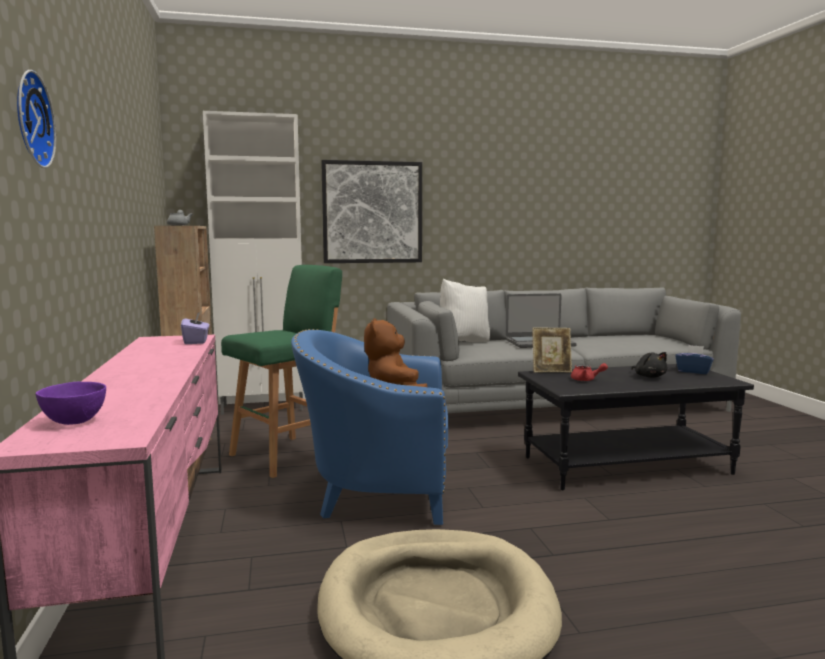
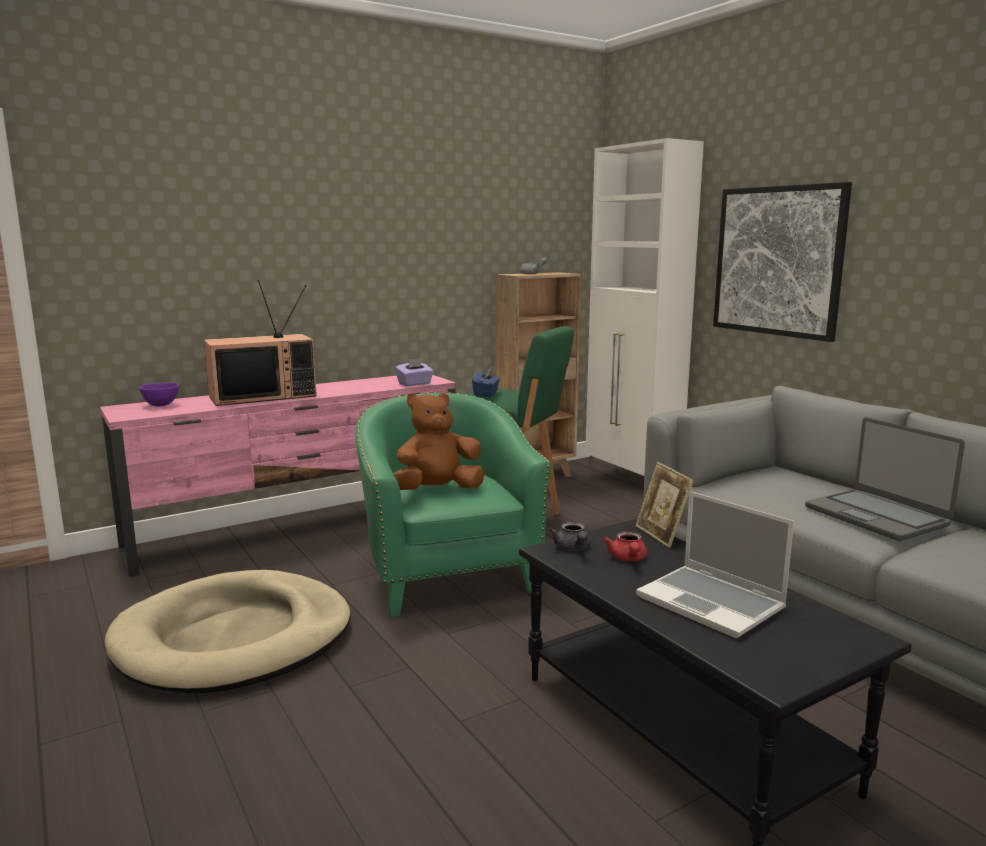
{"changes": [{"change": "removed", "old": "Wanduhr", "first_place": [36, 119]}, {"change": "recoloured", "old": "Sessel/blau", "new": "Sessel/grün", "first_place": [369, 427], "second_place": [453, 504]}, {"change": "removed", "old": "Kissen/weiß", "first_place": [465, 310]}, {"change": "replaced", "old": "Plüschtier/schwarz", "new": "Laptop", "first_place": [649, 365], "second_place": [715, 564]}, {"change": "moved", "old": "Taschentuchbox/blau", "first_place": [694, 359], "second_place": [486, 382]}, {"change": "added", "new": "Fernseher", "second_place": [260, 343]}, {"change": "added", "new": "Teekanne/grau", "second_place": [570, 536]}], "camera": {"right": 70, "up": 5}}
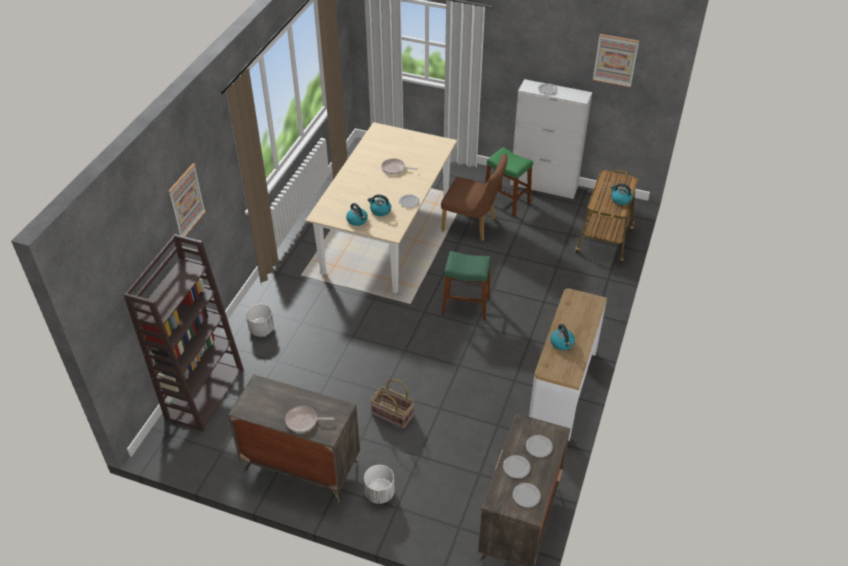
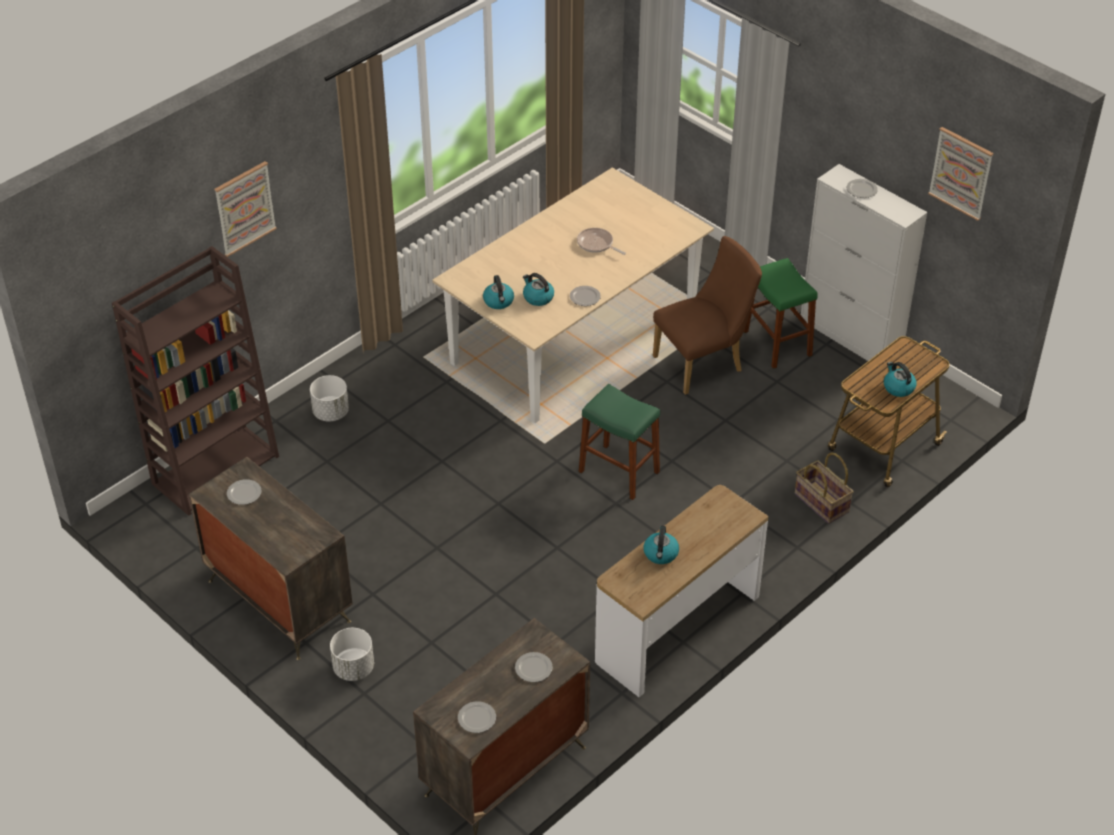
{"changes": [{"change": "removed", "old": "Pfanne", "first_place": [309, 419]}, {"change": "moved", "old": "Korb", "first_place": [392, 404], "second_place": [824, 488]}, {"change": "turned", "old": "Stuhl/braun", "first_place": [474, 197], "second_place": [707, 315], "degrees": -75}, {"change": "moved", "old": "Teller", "first_place": [516, 466], "second_place": [244, 492]}], "camera": {"right": 25, "up": 0}}
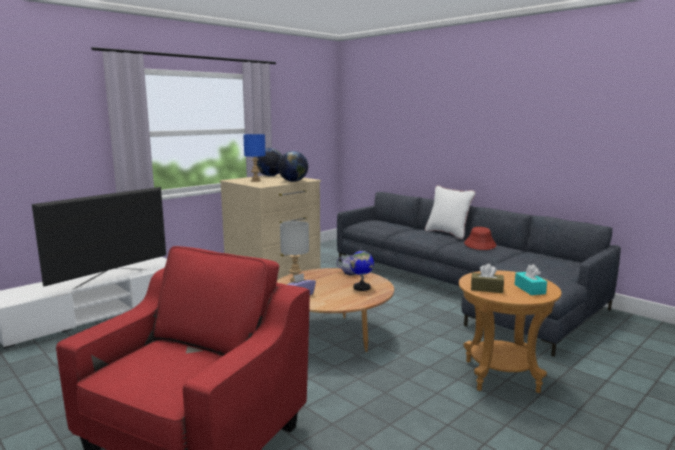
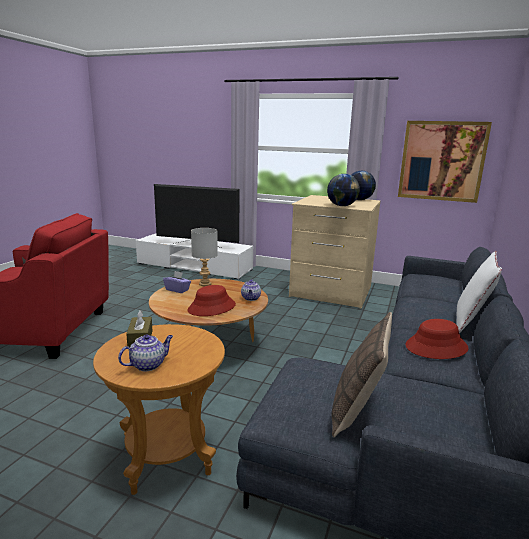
{"changes": [{"change": "removed", "old": "Tischlampe/blau", "first_place": [254, 158]}, {"change": "replaced", "old": "Globus", "new": "Hut/rot", "first_place": [362, 269], "second_place": [212, 300]}, {"change": "replaced", "old": "Taschentuchbox/türkis", "new": "Teekanne", "first_place": [531, 279], "second_place": [145, 352]}, {"change": "added", "new": "Kissen", "second_place": [362, 375]}, {"change": "added", "new": "Bild", "second_place": [445, 162]}], "camera": {"right": 65, "up": 5}}
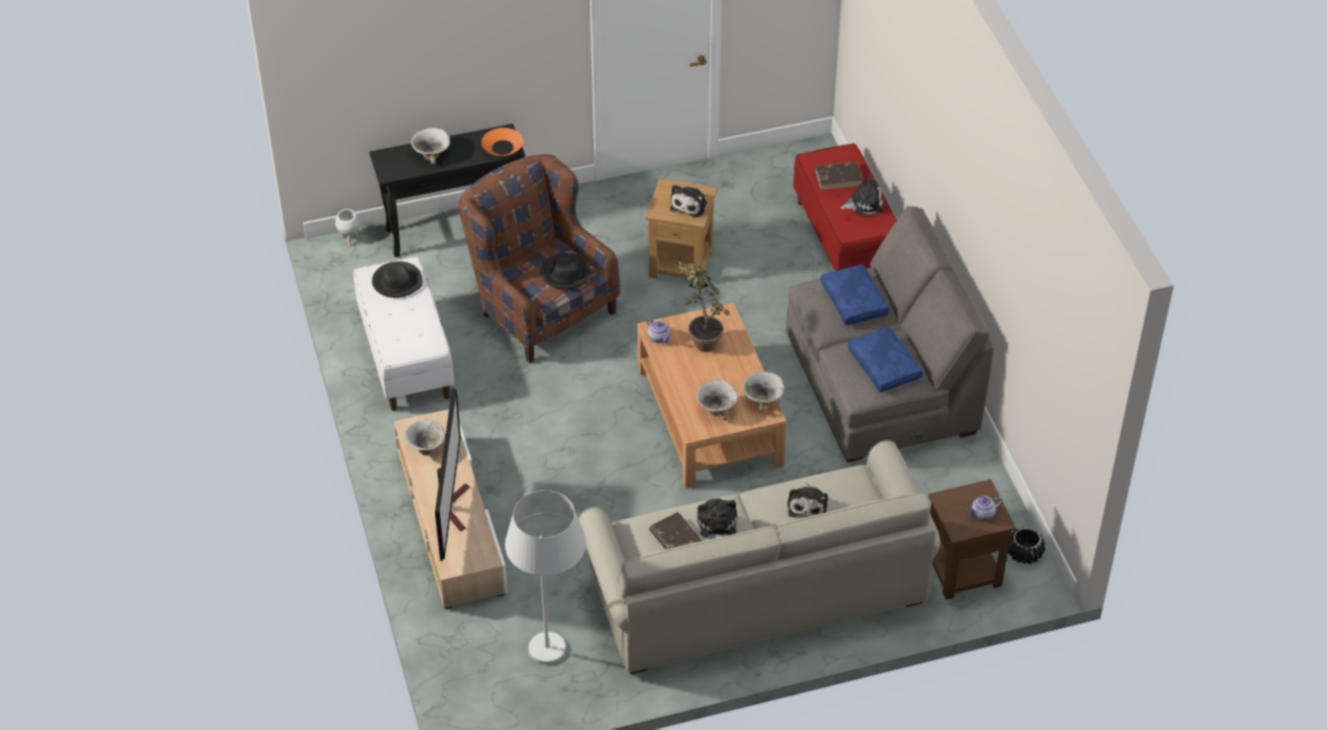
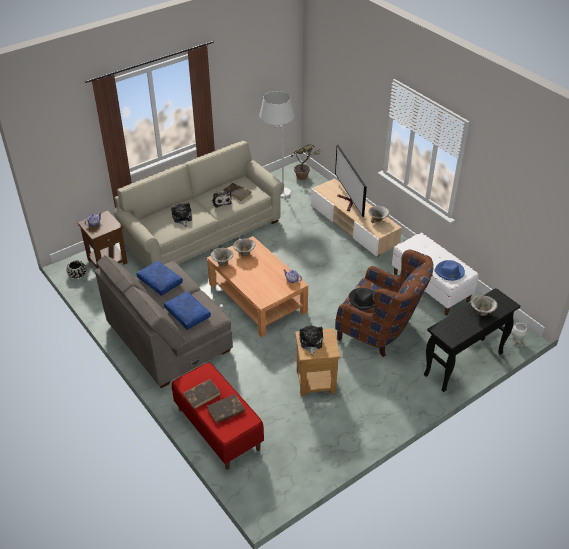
{"changes": [{"change": "recoloured", "old": "Hut/schwarz", "new": "Hut/blau", "first_place": [397, 279], "second_place": [449, 270]}, {"change": "removed", "old": "Schüssel/orange", "first_place": [502, 142]}, {"change": "moved", "old": "Topfpflanze", "first_place": [703, 303], "second_place": [305, 162]}, {"change": "replaced", "old": "Plüschtier", "new": "Buch/braun", "first_place": [861, 195], "second_place": [202, 394]}], "camera": {"right": 160, "up": -5}}
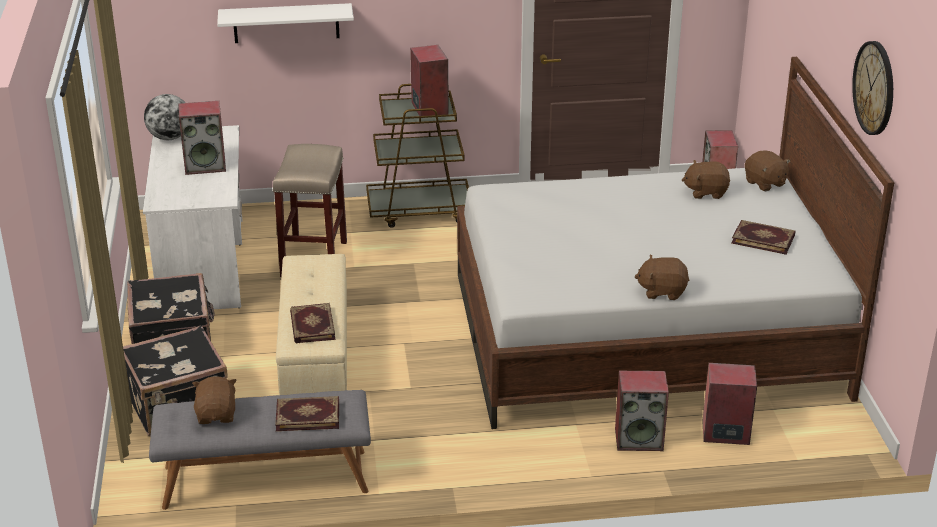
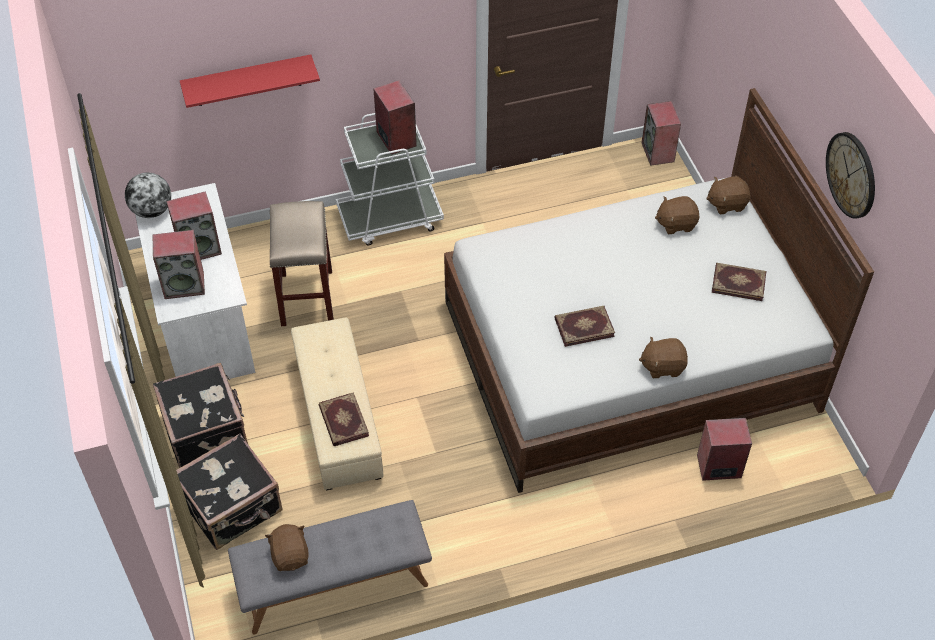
{"changes": [{"change": "recoloured", "old": "Wandregal/weiß", "new": "Wandregal/rot", "first_place": [285, 23], "second_place": [250, 81]}, {"change": "moved", "old": "Buch", "first_place": [307, 413], "second_place": [585, 326]}, {"change": "recoloured", "old": "Rollwagen/braun", "new": "Rollwagen/weiß", "first_place": [417, 156], "second_place": [390, 179]}, {"change": "moved", "old": "Lautsprecher", "first_place": [642, 411], "second_place": [179, 264]}, {"change": "turned", "old": "Plüschtier/braun", "first_place": [768, 170], "second_place": [728, 195], "degrees": 120}], "camera": {"right": -10, "up": 20}}
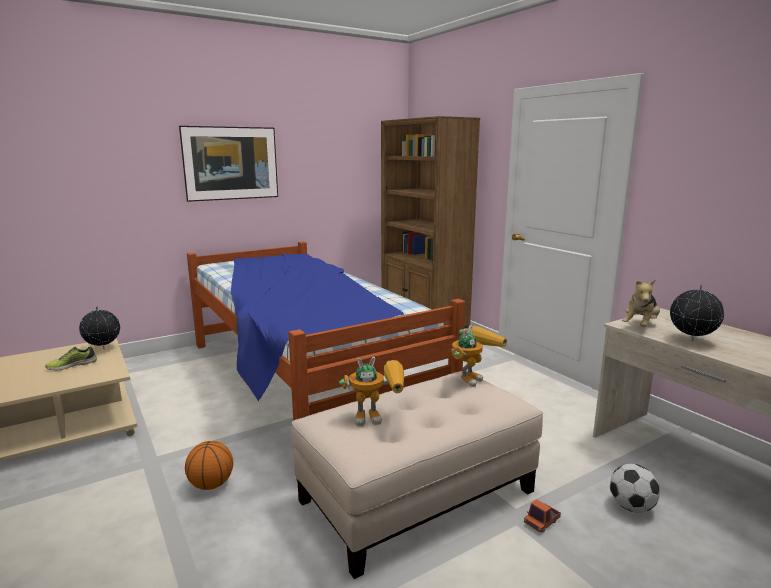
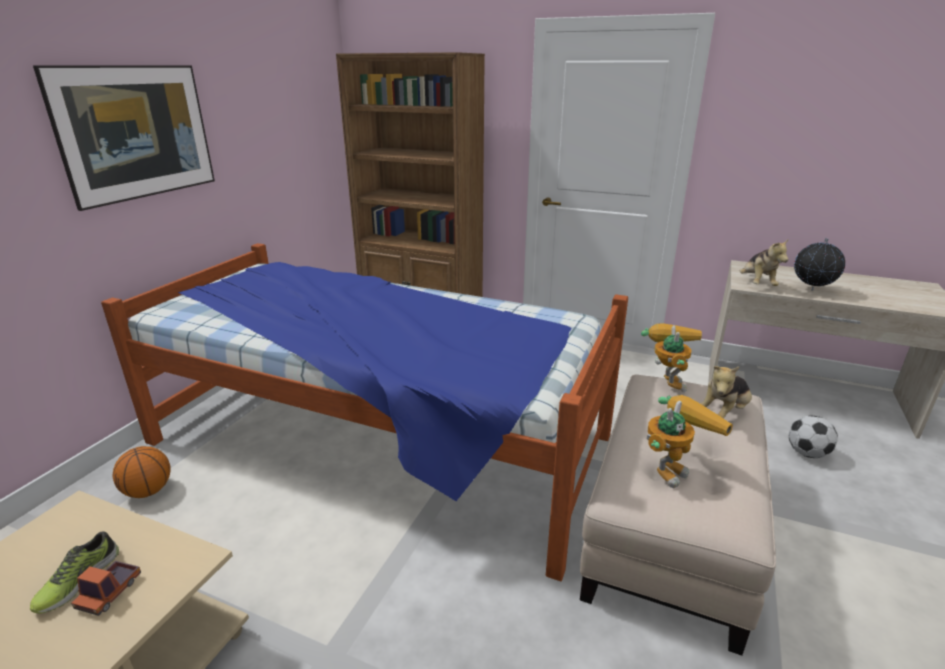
{"changes": [{"change": "removed", "old": "Globus", "first_place": [99, 327]}, {"change": "moved", "old": "Basketball", "first_place": [209, 465], "second_place": [141, 472]}, {"change": "moved", "old": "Spielzeuglaster", "first_place": [542, 516], "second_place": [106, 588]}, {"change": "added", "new": "Plüschtier", "second_place": [726, 392]}], "camera": {"right": -35, "up": 10}}
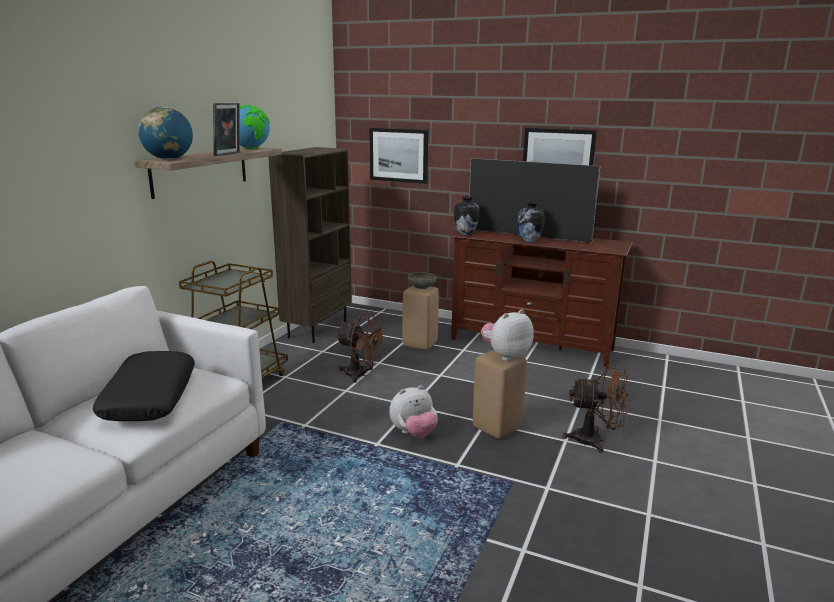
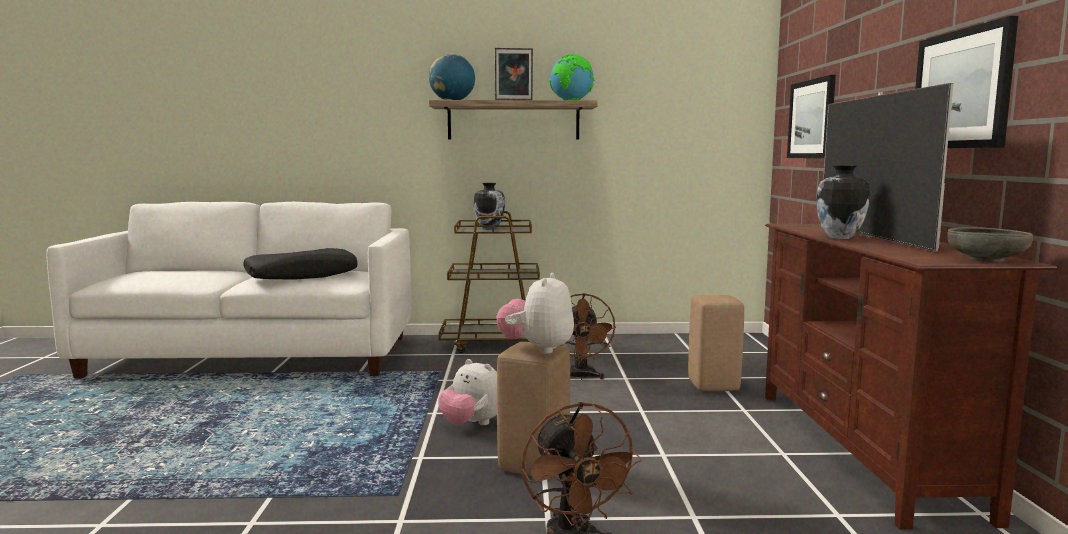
{"changes": [{"change": "removed", "old": "Bücherregal/braun", "first_place": [310, 245]}, {"change": "moved", "old": "Schüssel/grau", "first_place": [422, 280], "second_place": [990, 244]}, {"change": "moved", "old": "Vase", "first_place": [466, 215], "second_place": [489, 206]}, {"change": "turned", "old": "Plüschtier", "first_place": [507, 335], "second_place": [535, 313], "degrees": -105}], "camera": {"right": 65, "up": -10}}
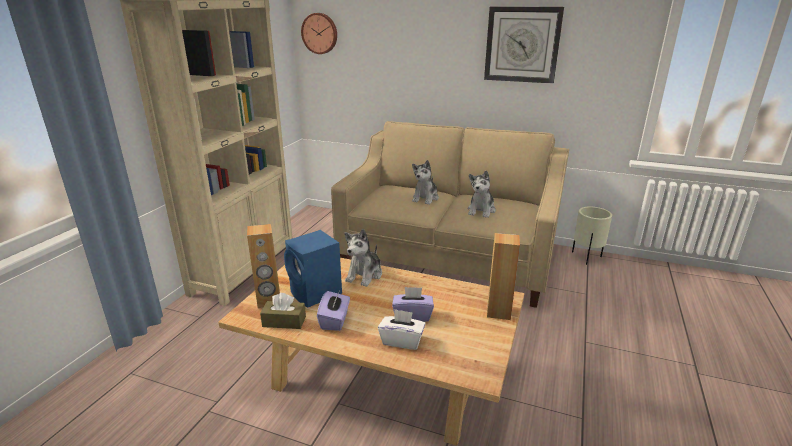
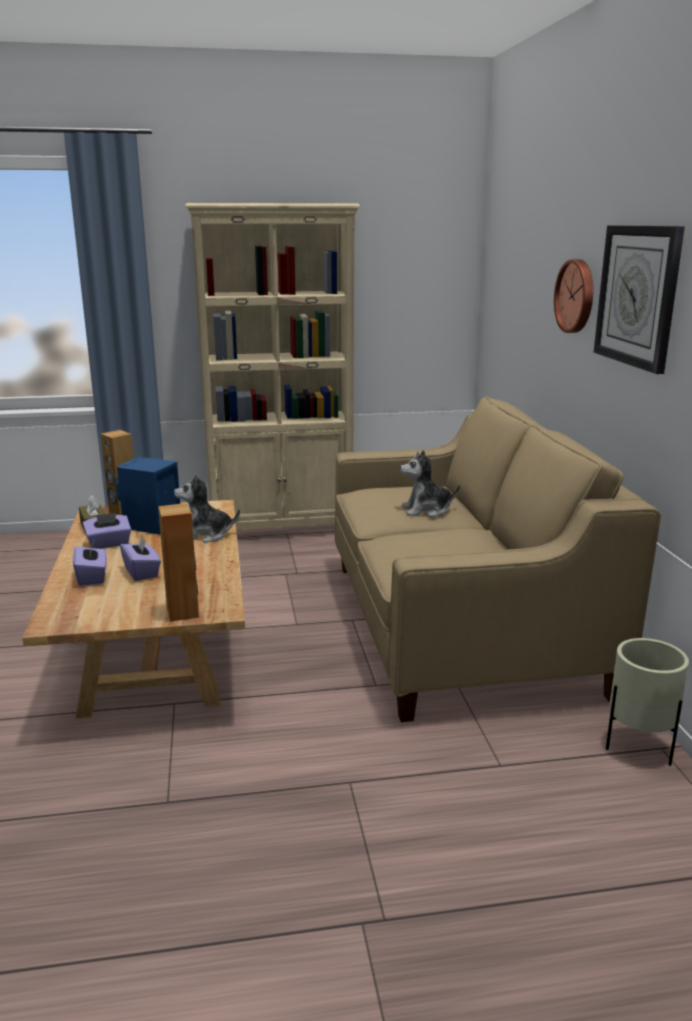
{"changes": [{"change": "moved", "old": "Wanduhr", "first_place": [319, 33], "second_place": [573, 296]}, {"change": "recoloured", "old": "Taschentuchbox/weiß", "new": "Taschentuchbox/lila", "first_place": [401, 329], "second_place": [90, 563]}, {"change": "removed", "old": "Plüschtier", "first_place": [482, 194]}], "camera": {"right": 60, "up": -5}}
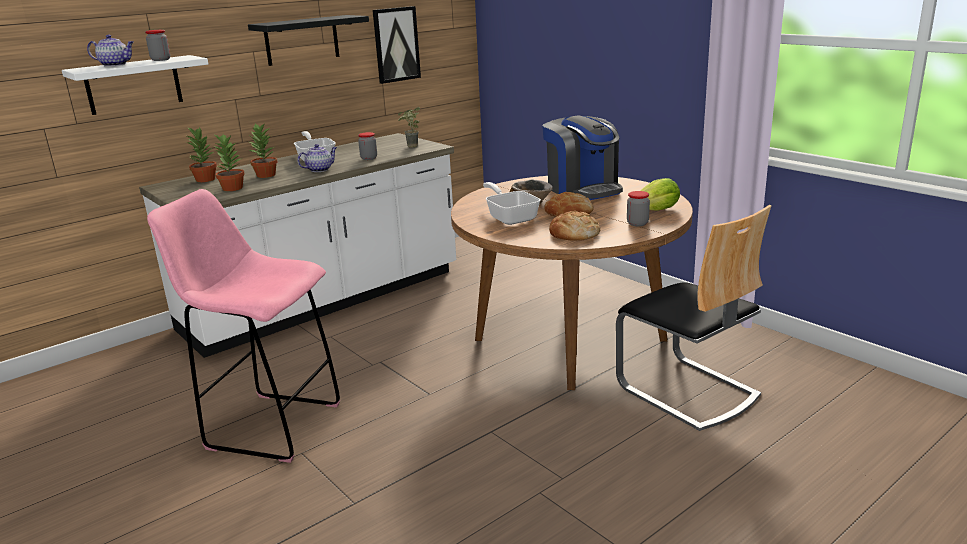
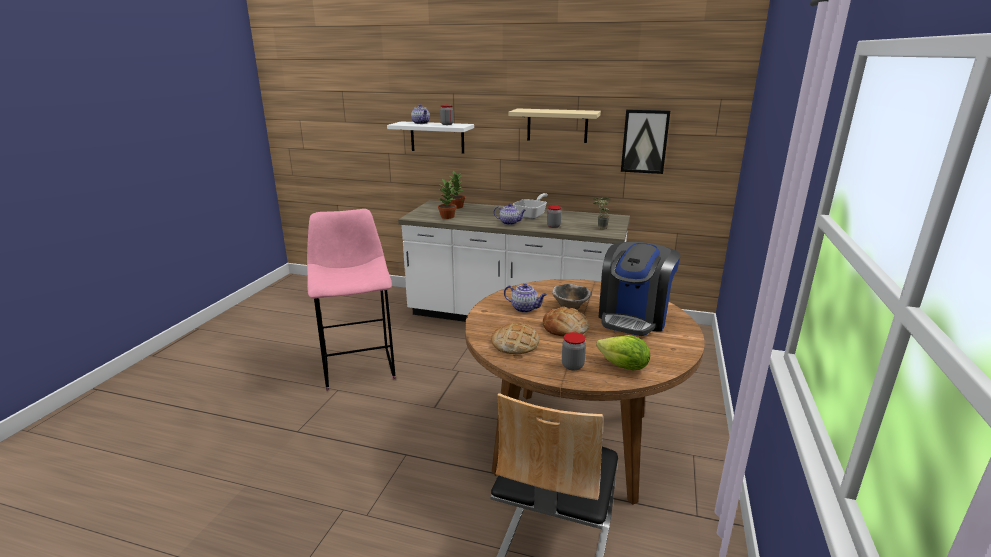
{"changes": [{"change": "recoloured", "old": "Wandregal/schwarz", "new": "Wandregal/beige", "first_place": [308, 40], "second_place": [555, 125]}, {"change": "removed", "old": "Topfpflanze", "first_place": [263, 150]}, {"change": "replaced", "old": "Pfanne", "new": "Teekanne", "first_place": [512, 203], "second_place": [525, 298]}], "camera": {"right": 55, "up": 0}}
